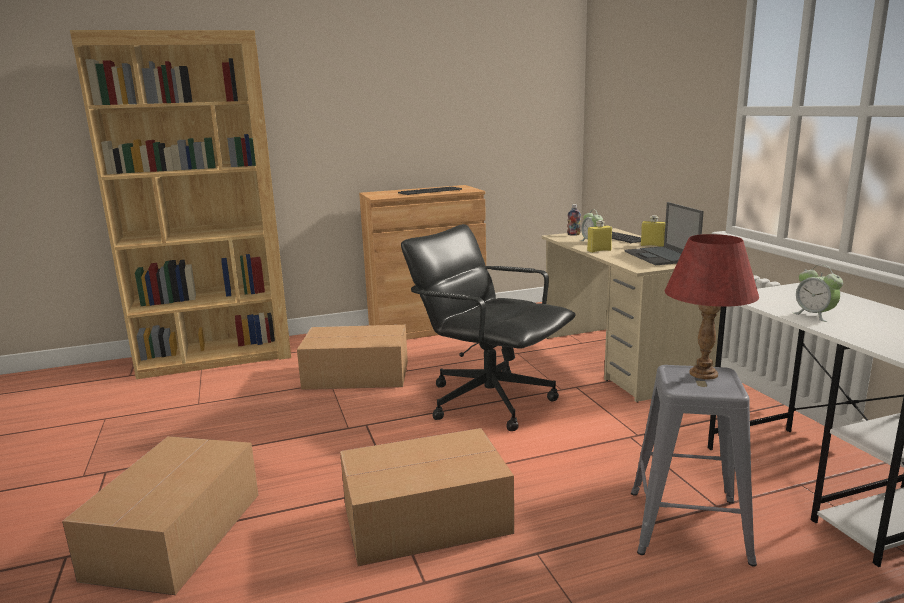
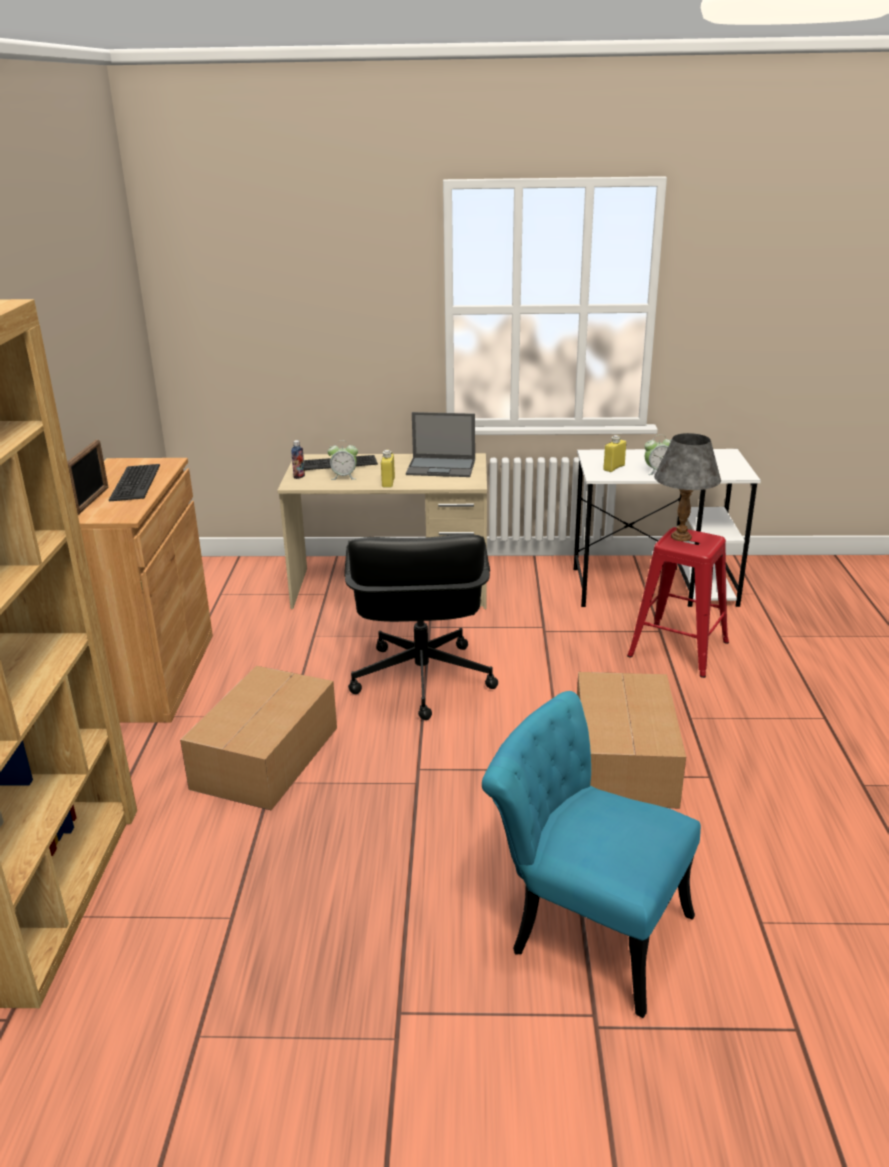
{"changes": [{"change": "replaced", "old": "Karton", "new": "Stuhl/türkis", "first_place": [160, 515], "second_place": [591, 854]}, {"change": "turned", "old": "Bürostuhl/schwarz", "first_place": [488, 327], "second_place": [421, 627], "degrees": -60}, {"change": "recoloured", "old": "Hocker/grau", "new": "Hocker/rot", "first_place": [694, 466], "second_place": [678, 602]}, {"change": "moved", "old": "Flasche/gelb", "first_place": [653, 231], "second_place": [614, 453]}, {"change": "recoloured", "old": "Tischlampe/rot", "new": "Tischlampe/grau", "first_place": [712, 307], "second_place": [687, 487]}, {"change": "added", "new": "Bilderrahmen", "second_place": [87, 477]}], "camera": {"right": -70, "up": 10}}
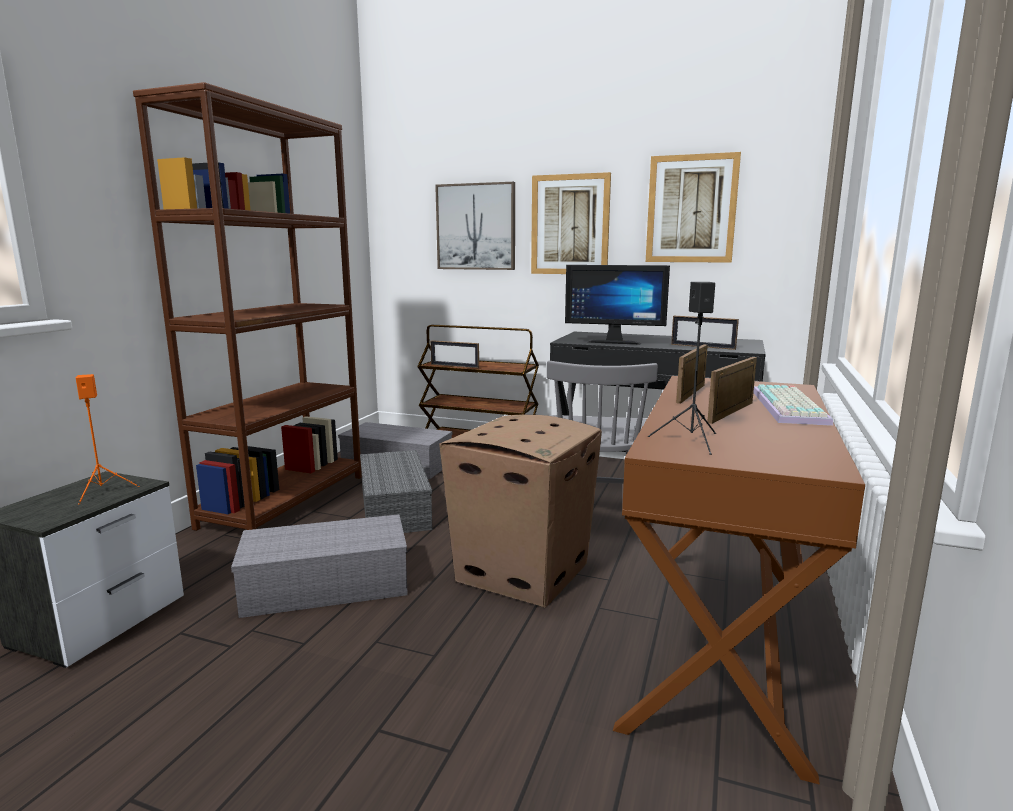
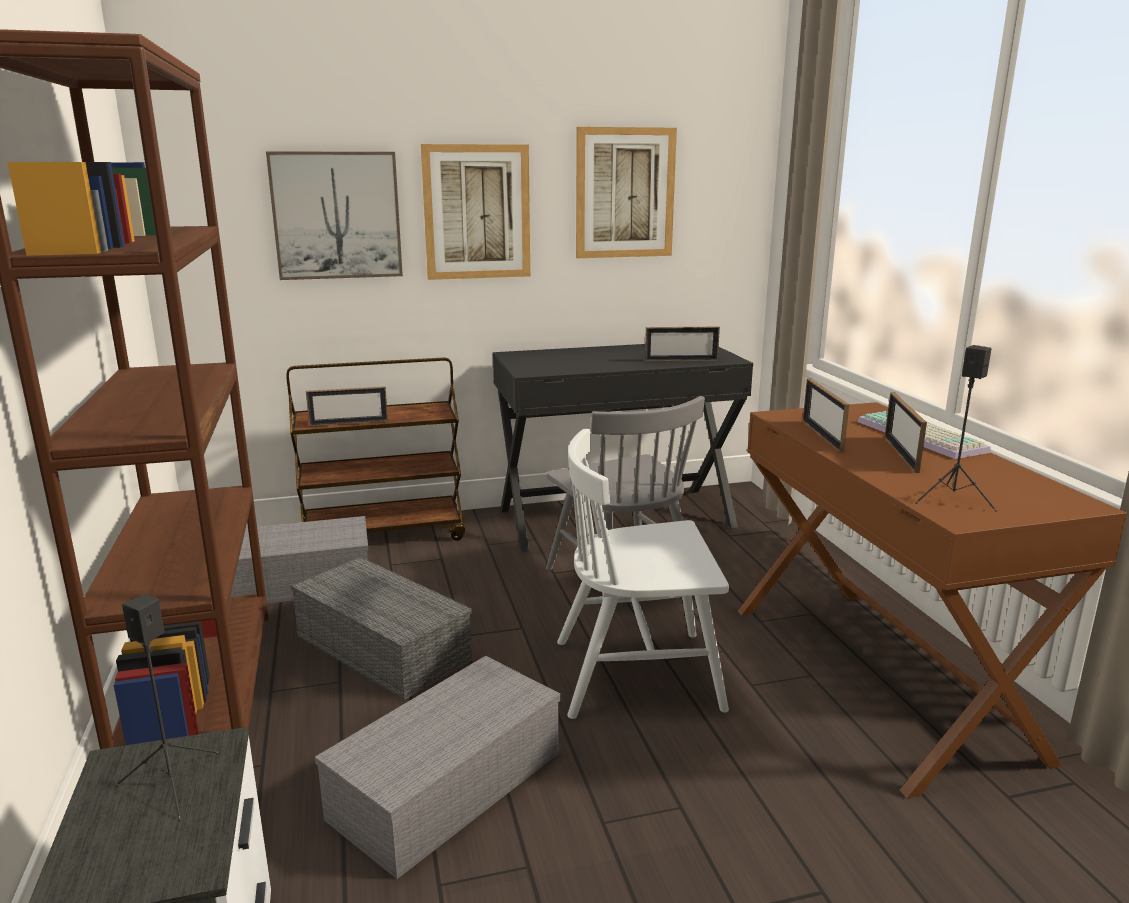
{"changes": [{"change": "recoloured", "old": "Lautsprecher/orange", "new": "Lautsprecher/schwarz", "first_place": [108, 439], "second_place": [167, 707]}, {"change": "replaced", "old": "Karton", "new": "Stuhl/weiß", "first_place": [520, 511], "second_place": [643, 574]}, {"change": "removed", "old": "Monitor", "first_place": [617, 304]}], "camera": {"right": -35, "up": 5}}
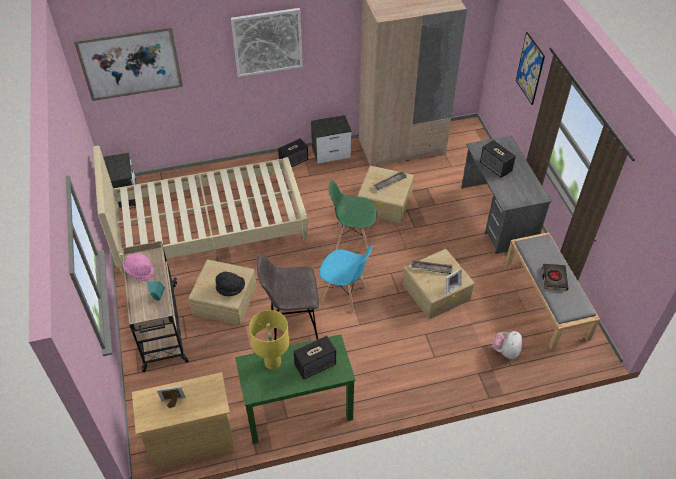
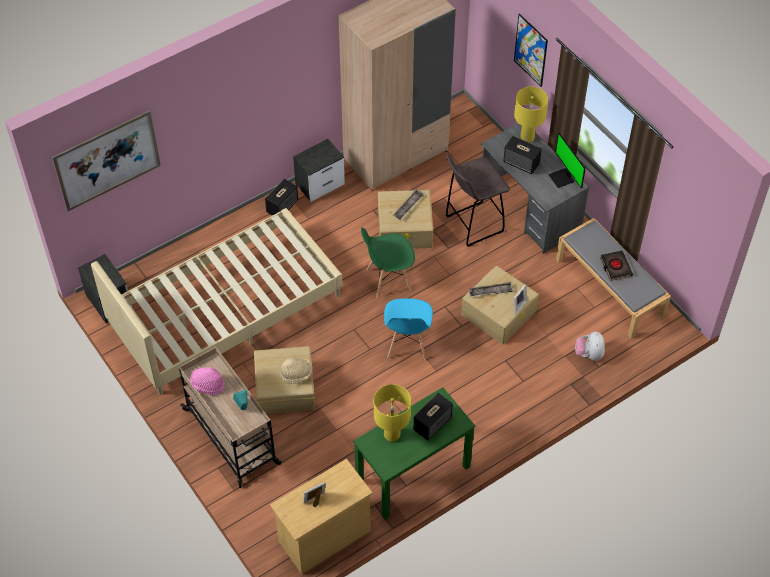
{"changes": [{"change": "recoloured", "old": "Hut/schwarz", "new": "Hut/beige", "first_place": [230, 284], "second_place": [296, 371]}, {"change": "removed", "old": "Bild", "first_place": [267, 42]}, {"change": "moved", "old": "Hocker/grau", "first_place": [288, 297], "second_place": [478, 200]}, {"change": "turned", "old": "Stuhl/blau", "first_place": [345, 279], "second_place": [408, 329], "degrees": 90}, {"change": "added", "new": "Tischlampe/gelb", "second_place": [531, 115]}, {"change": "added", "new": "Monitor", "second_place": [567, 160]}], "camera": {"right": -20, "up": 5}}
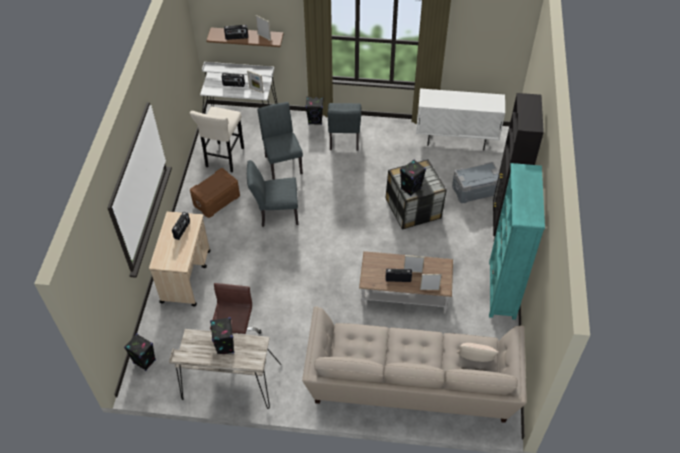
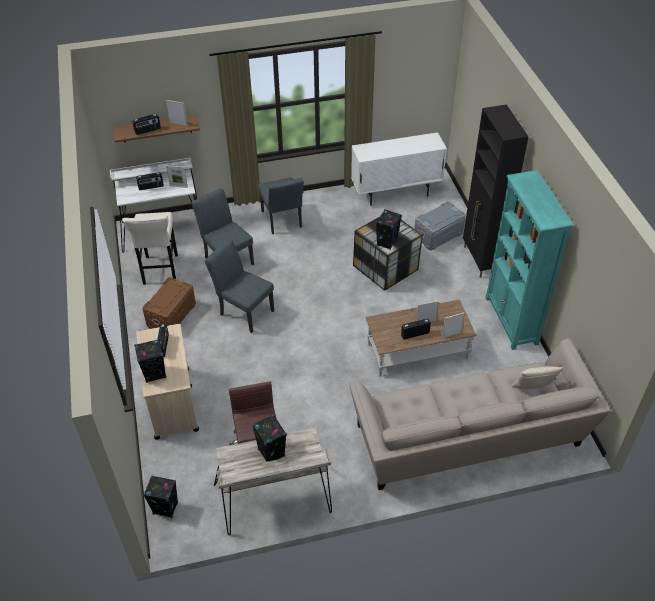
{"changes": [{"change": "turned", "old": "Stuhl/grau", "first_place": [272, 193], "second_place": [239, 286], "degrees": 60}, {"change": "moved", "old": "Lautsprecher/schwarz", "first_place": [315, 111], "second_place": [150, 361]}], "camera": {"right": -20, "up": -5}}
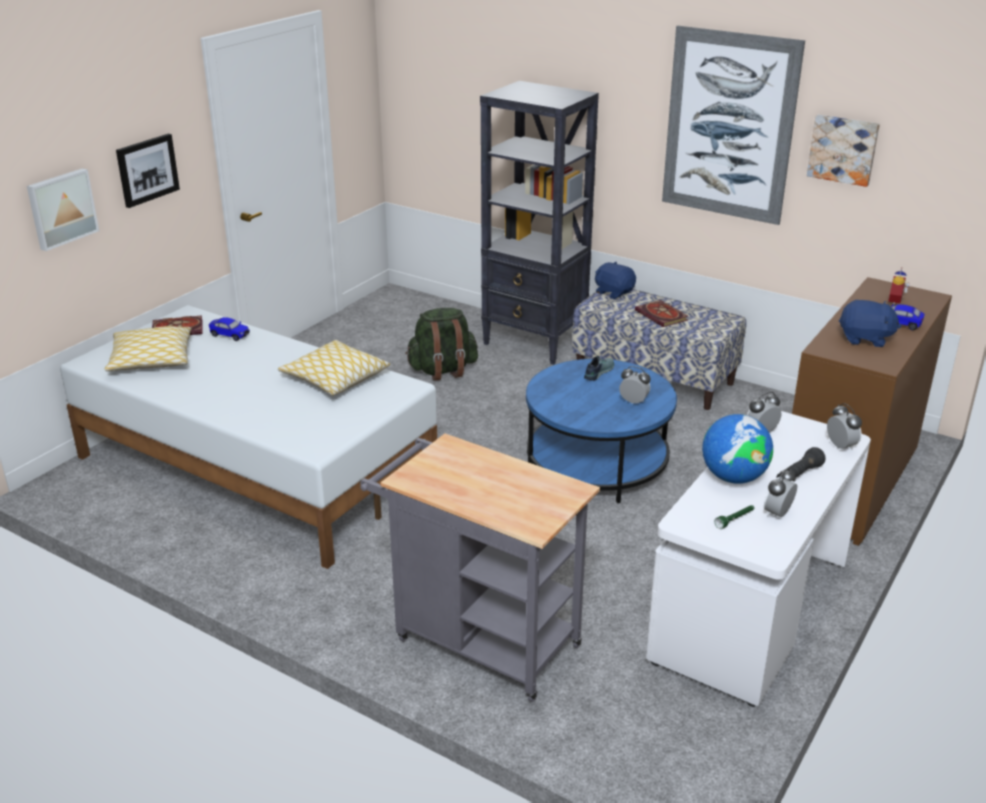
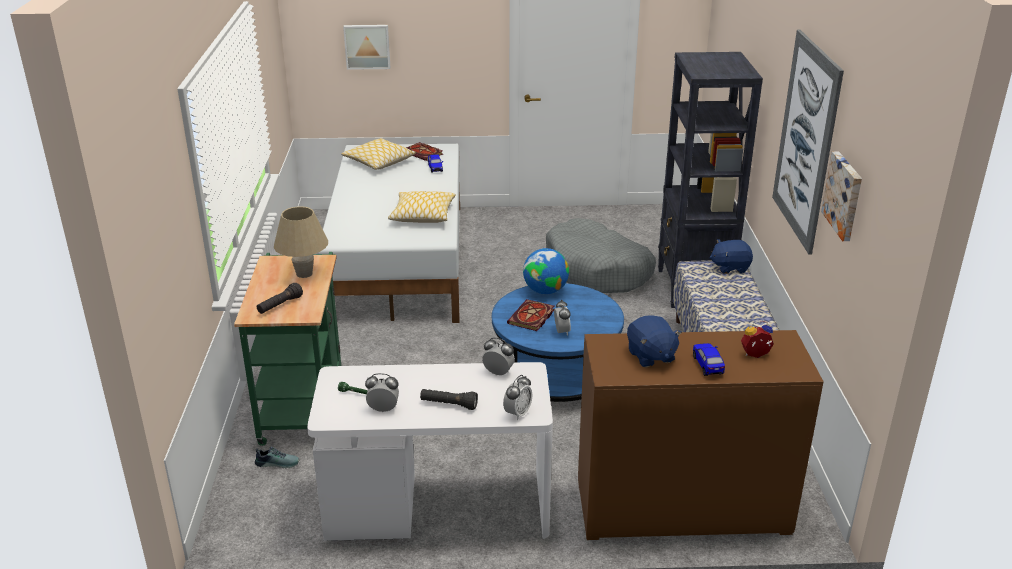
{"changes": [{"change": "removed", "old": "Bild", "first_place": [148, 171]}, {"change": "recoloured", "old": "Rollwagen/grau", "new": "Rollwagen/grün", "first_place": [480, 568], "second_place": [287, 349]}, {"change": "replaced", "old": "Rucksack/grün", "new": "Hundebett/grau", "first_place": [441, 344], "second_place": [601, 255]}, {"change": "moved", "old": "Schuh", "first_place": [599, 368], "second_place": [277, 457]}, {"change": "turned", "old": "Plüschtier/blau", "first_place": [615, 280], "second_place": [731, 256], "degrees": -105}, {"change": "moved", "old": "Buch", "first_place": [661, 313], "second_place": [530, 315]}, {"change": "moved", "old": "Globus", "first_place": [737, 449], "second_place": [546, 271]}, {"change": "added", "new": "Taschenlampe/schwarz", "second_place": [280, 298]}, {"change": "added", "new": "Tischlampe/beige", "second_place": [301, 242]}], "camera": {"right": 55, "up": 0}}
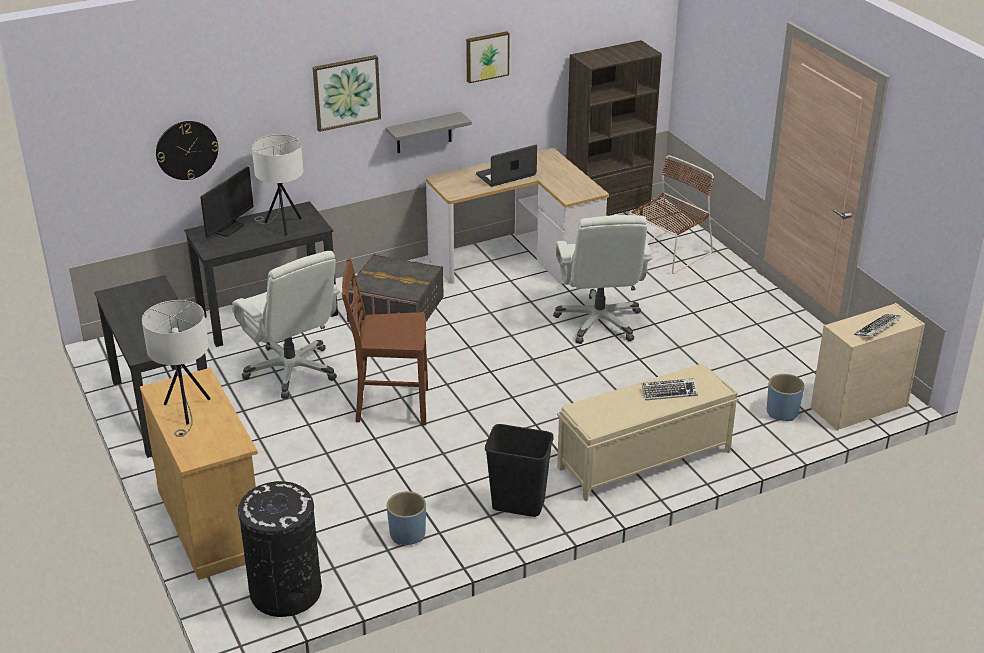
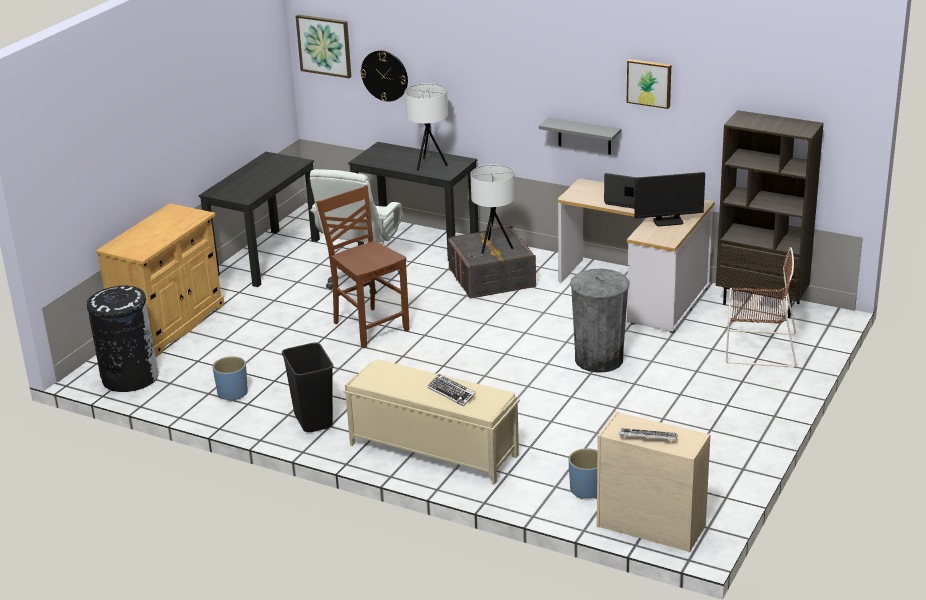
{"changes": [{"change": "moved", "old": "Tischlampe/weiß", "first_place": [176, 368], "second_place": [491, 211]}, {"change": "moved", "old": "Monitor", "first_place": [227, 202], "second_place": [669, 199]}, {"change": "moved", "old": "Bild", "first_place": [346, 93], "second_place": [323, 46]}, {"change": "replaced", "old": "Bürostuhl/weiß", "new": "Mülleimer/grau", "first_place": [602, 279], "second_place": [600, 321]}], "camera": {"right": 55, "up": -5}}
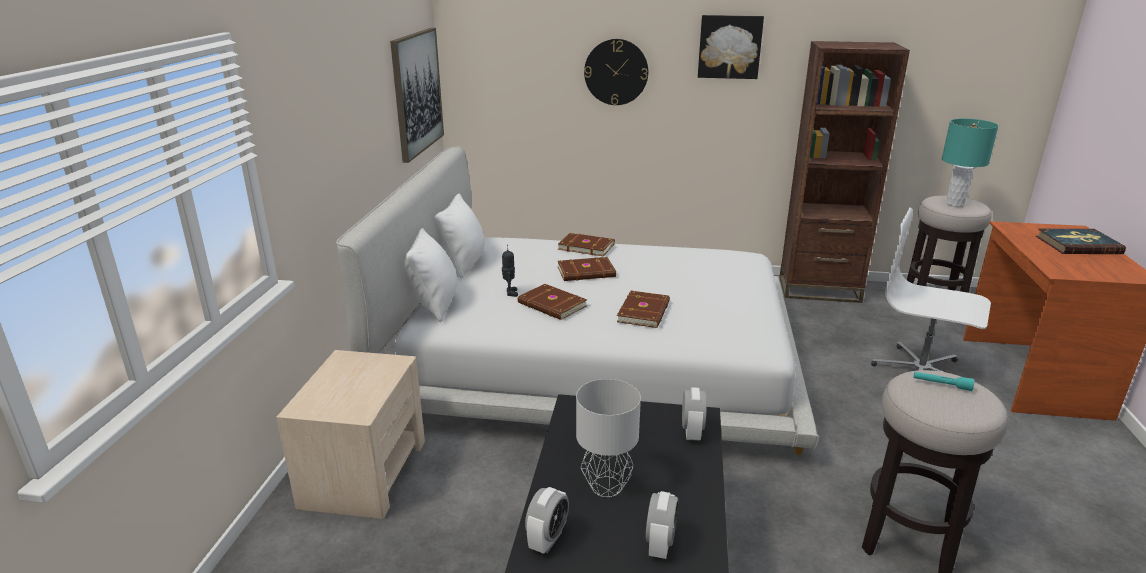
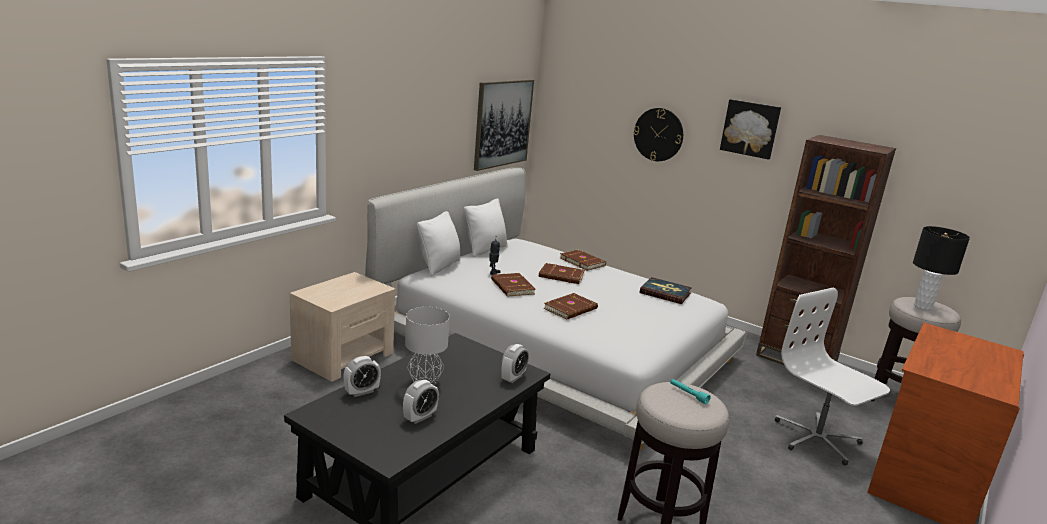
{"changes": [{"change": "recoloured", "old": "Tischlampe/türkis", "new": "Tischlampe/schwarz", "first_place": [970, 163], "second_place": [941, 268]}, {"change": "moved", "old": "Buch", "first_place": [1081, 241], "second_place": [666, 290]}], "camera": {"right": 25, "up": -5}}
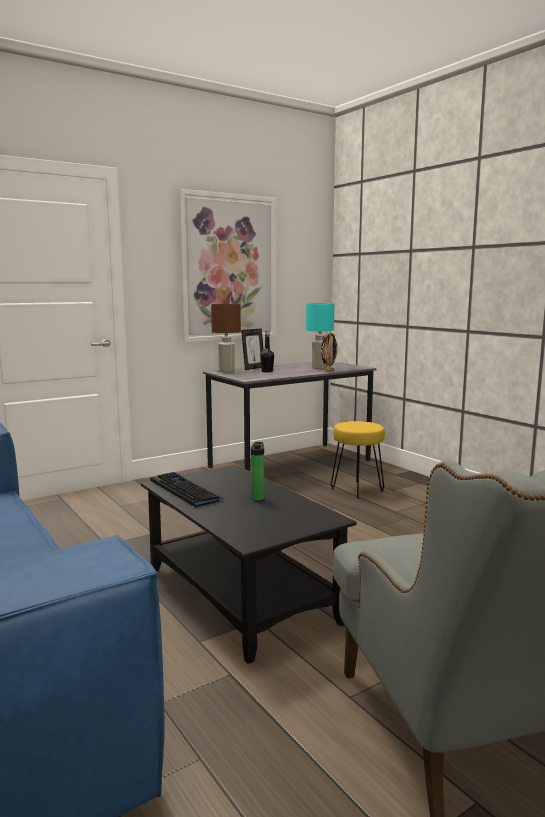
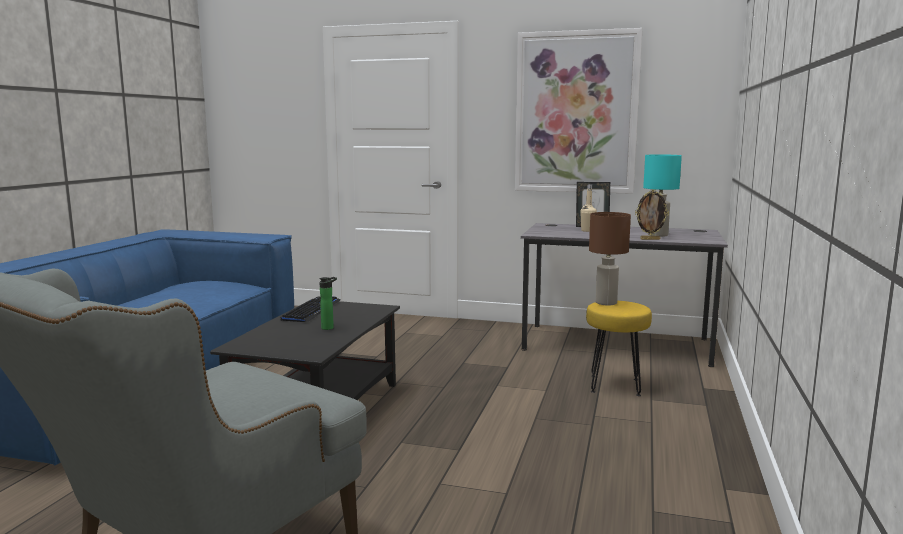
{"changes": [{"change": "moved", "old": "Tischlampe/braun", "first_place": [226, 338], "second_place": [610, 258]}, {"change": "recoloured", "old": "Flasche/schwarz", "new": "Flasche/beige", "first_place": [267, 351], "second_place": [588, 208]}], "camera": {"right": 50, "up": 0}}
